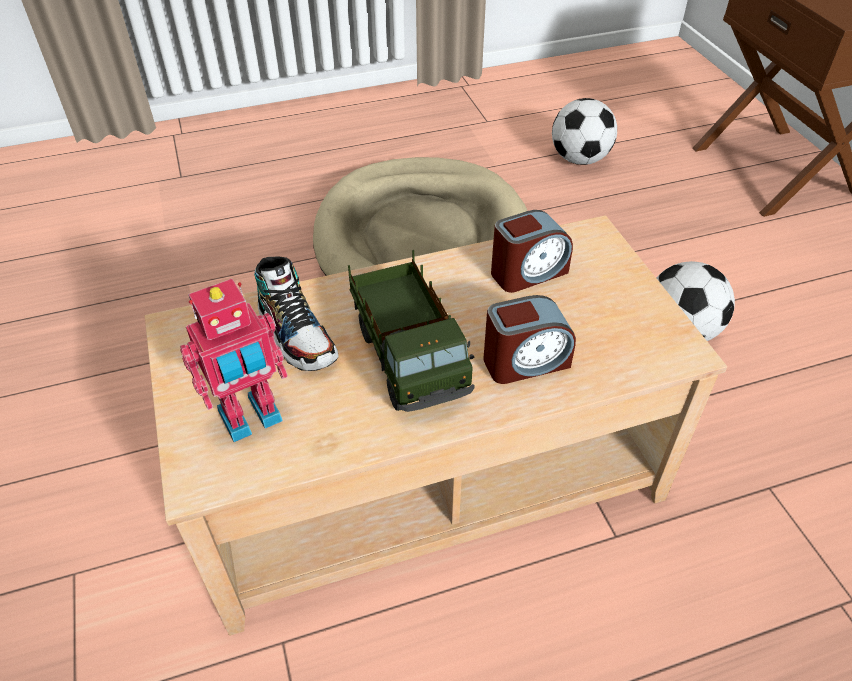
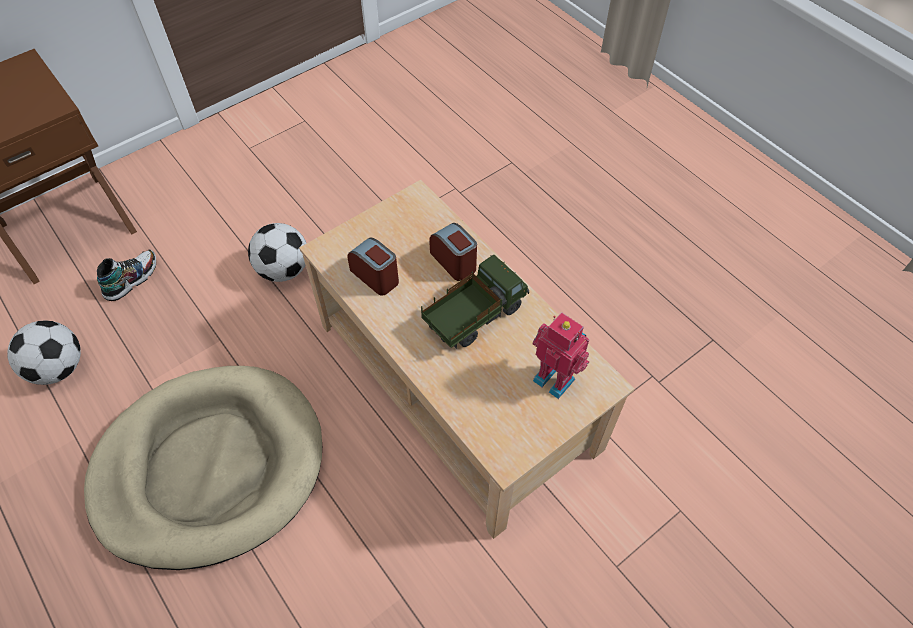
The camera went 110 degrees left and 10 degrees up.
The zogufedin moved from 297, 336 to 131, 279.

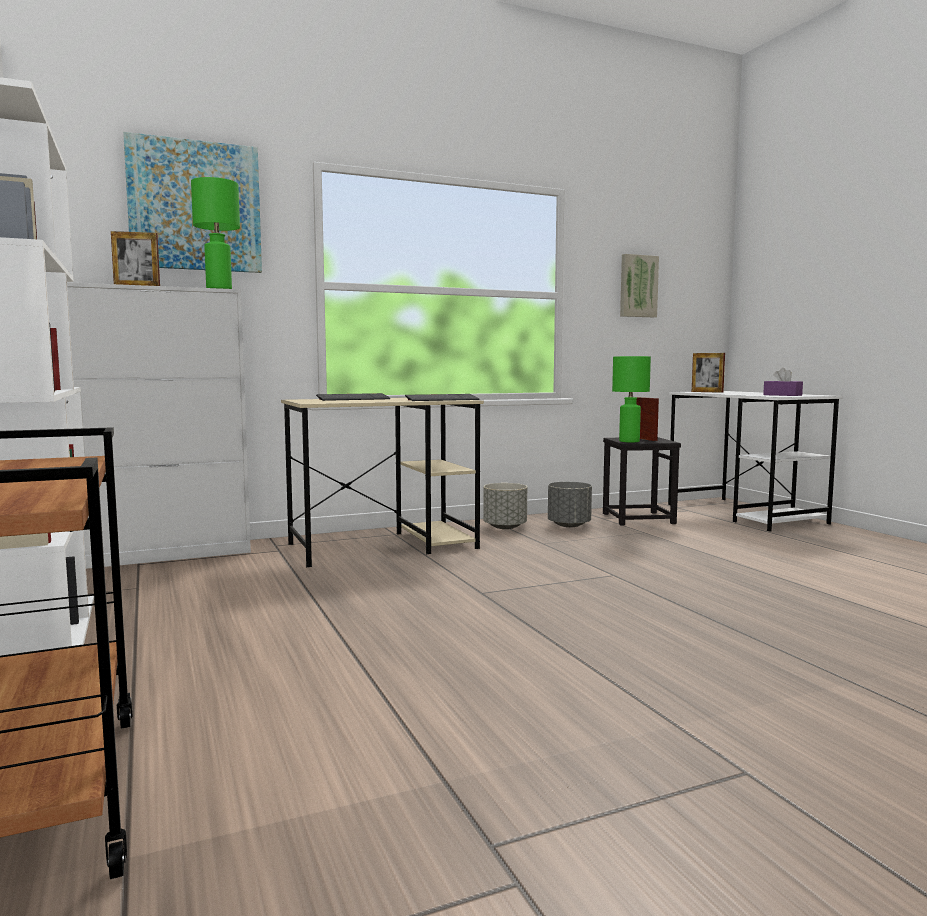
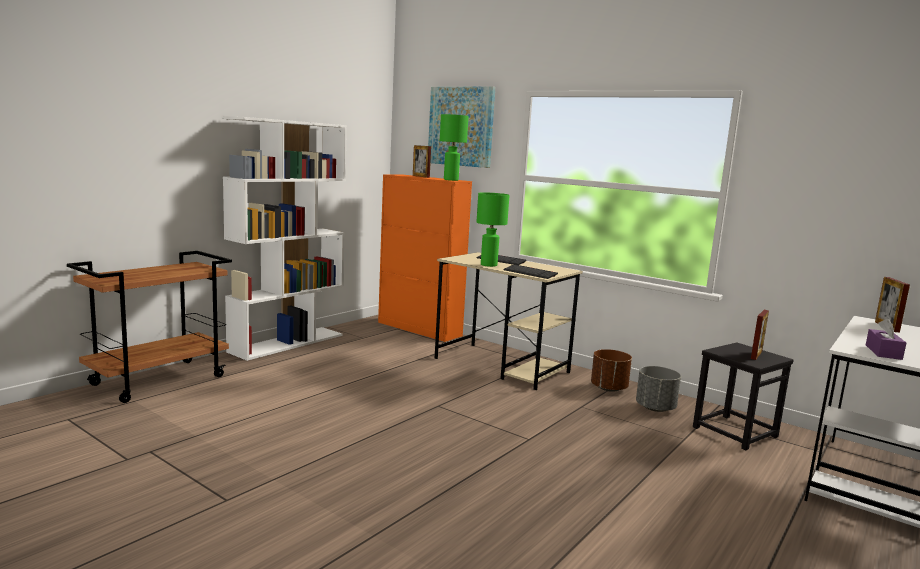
The camera went 60 degrees right and 5 degrees up.
The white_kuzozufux at 169, 554 became the orange_kuzozufux at 419, 329.
The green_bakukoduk moved from 629, 441 to 489, 265.
The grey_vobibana at 505, 527 became the brown_vobibana at 609, 388.
The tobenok at 637, 286 disappeared.

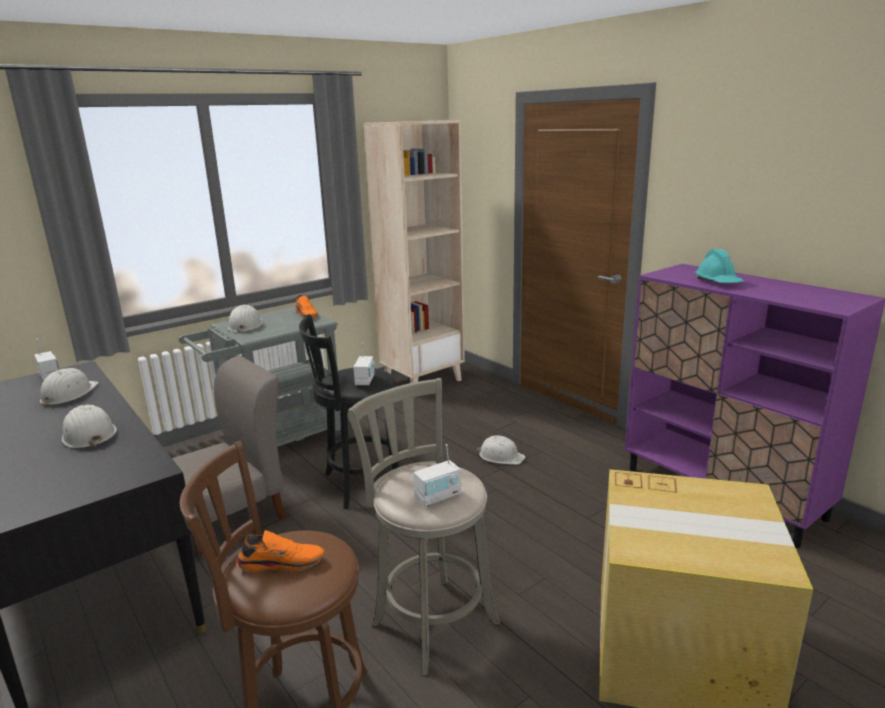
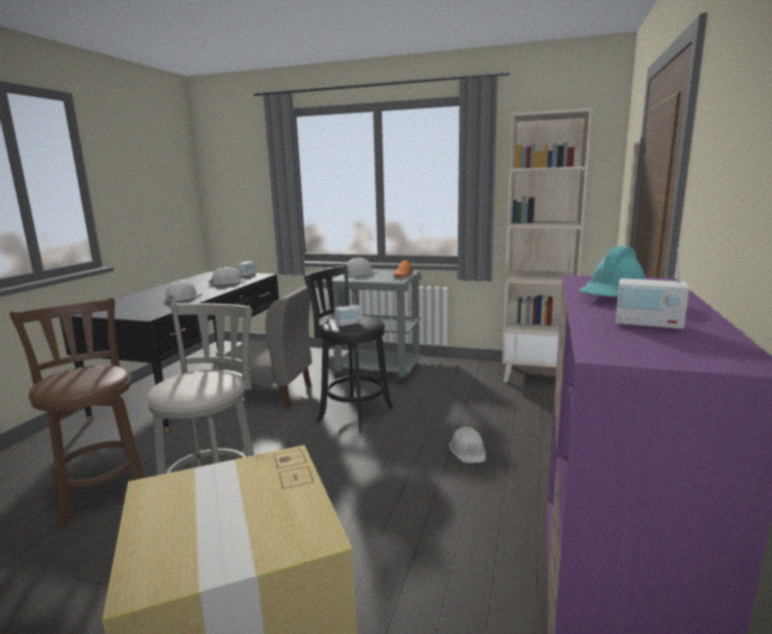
The camera went 55 degrees right and 5 degrees down.
The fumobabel moved from 438, 497 to 648, 325.
The orange_zogufedin at 282, 562 disappeared.

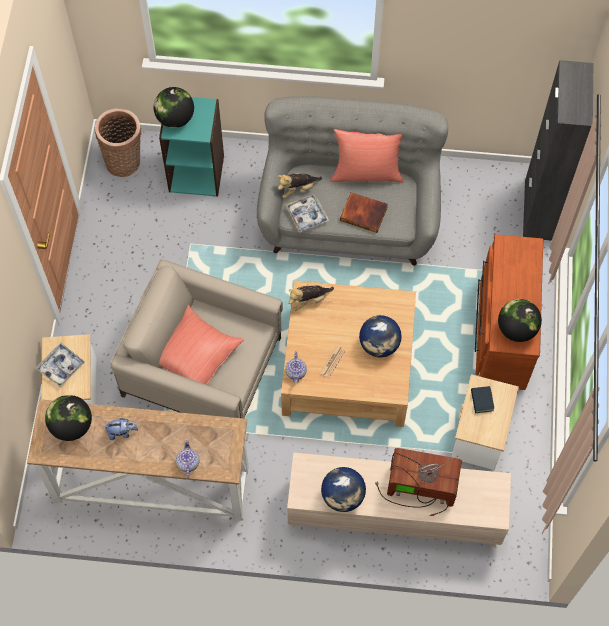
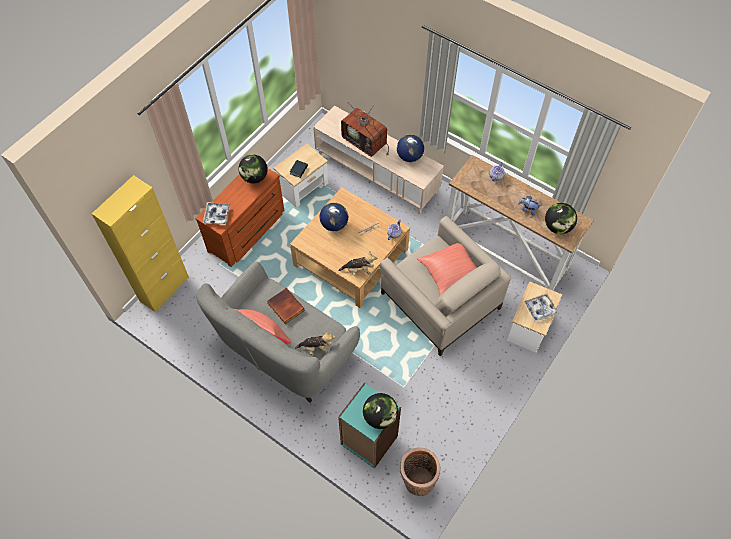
The camera went 150 degrees left and 5 degrees down.
The black_kuzozufux at 538, 210 became the yellow_kuzozufux at 164, 289.
The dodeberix moved from 307, 215 to 217, 215.

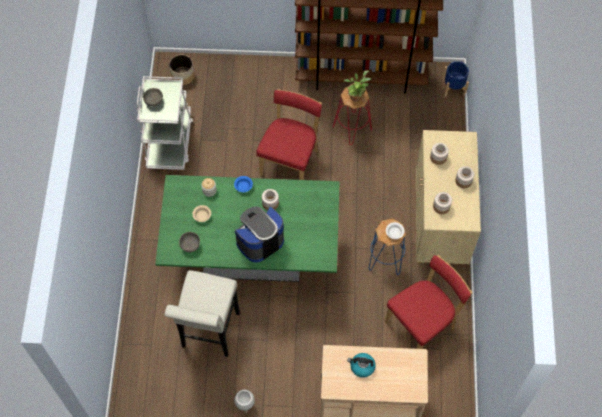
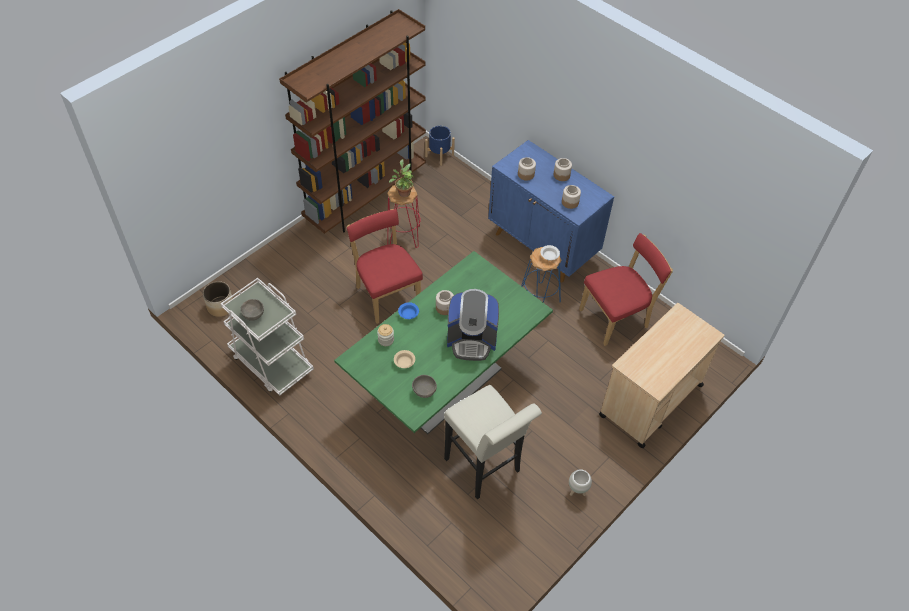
The camera went 50 degrees left and 10 degrees down.
The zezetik at 259, 241 turned 90 degrees counterclockwise.
The beige_kuzozufux at 439, 224 became the blue_kuzozufux at 543, 246.
The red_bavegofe at 422, 324 turned 60 degrees clockwise.
The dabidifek at 362, 367 disappeared.

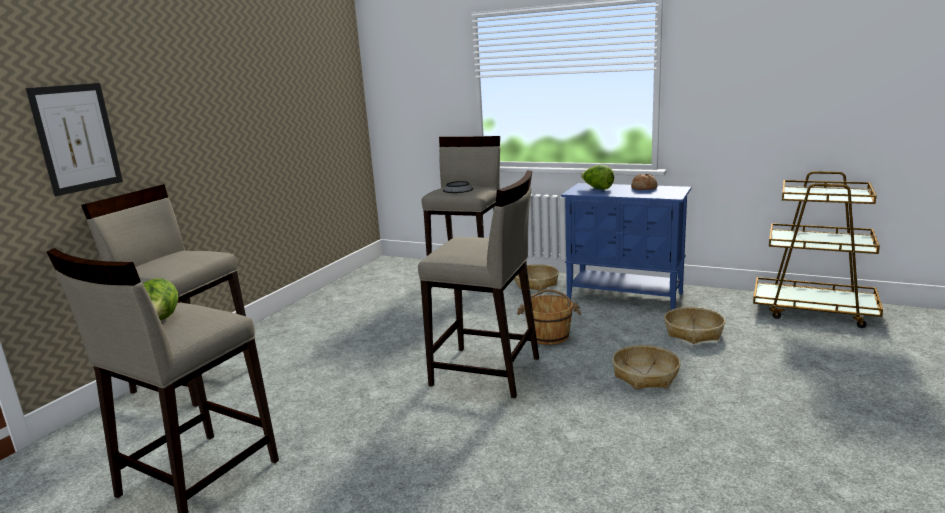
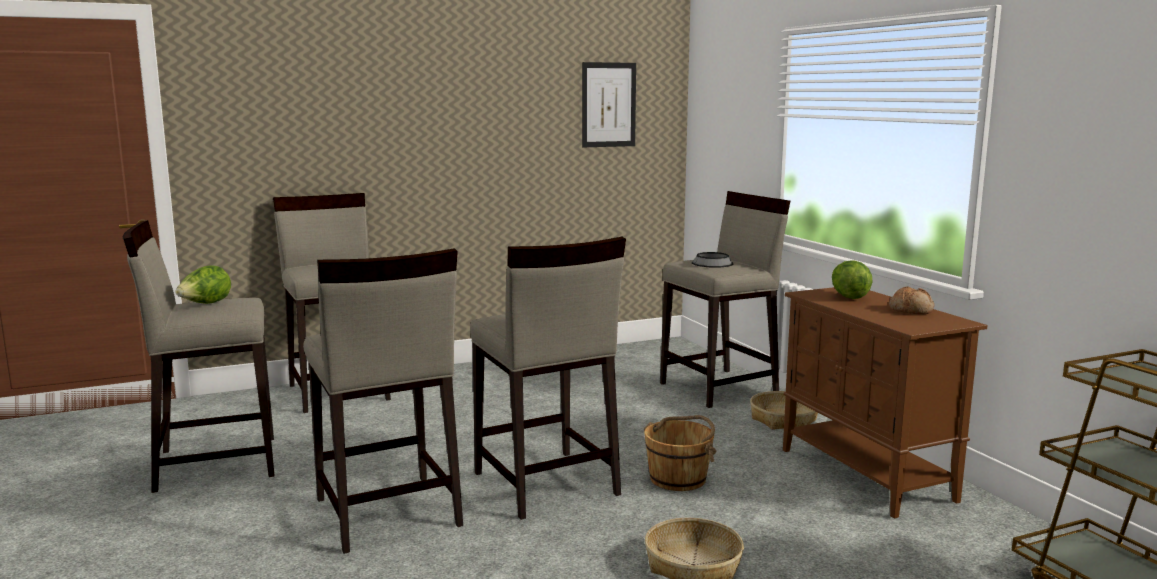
The camera went 40 degrees right and 5 degrees down.
The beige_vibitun at 387, 513 appeared.
The tobenok moved from 77, 138 to 608, 105.
The blue_kuzozufux at 625, 296 became the brown_kuzozufux at 867, 475.
The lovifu at 693, 332 disappeared.

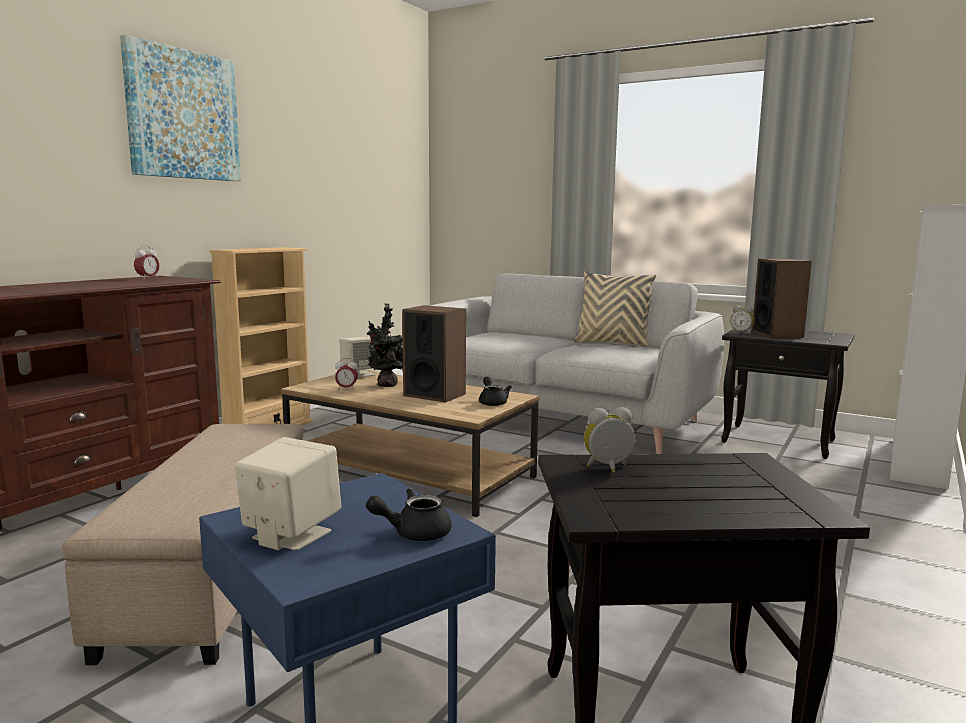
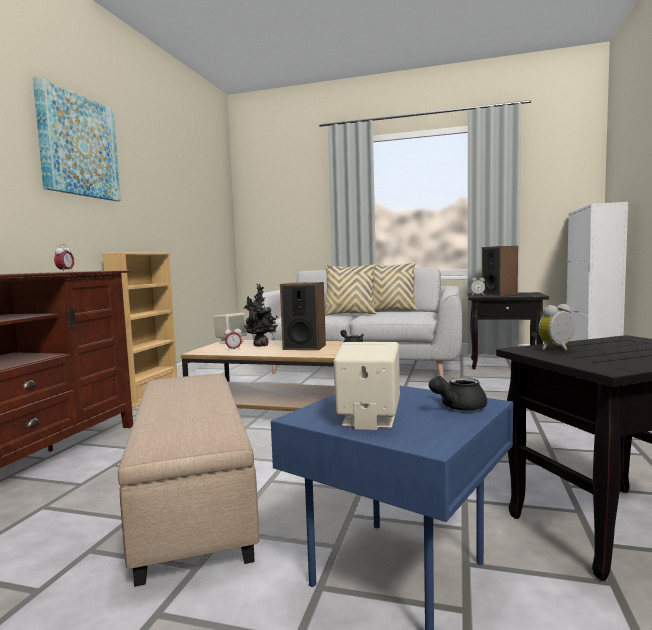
The camera went 15 degrees left and 5 degrees down.
The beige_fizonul at 350, 314 appeared.

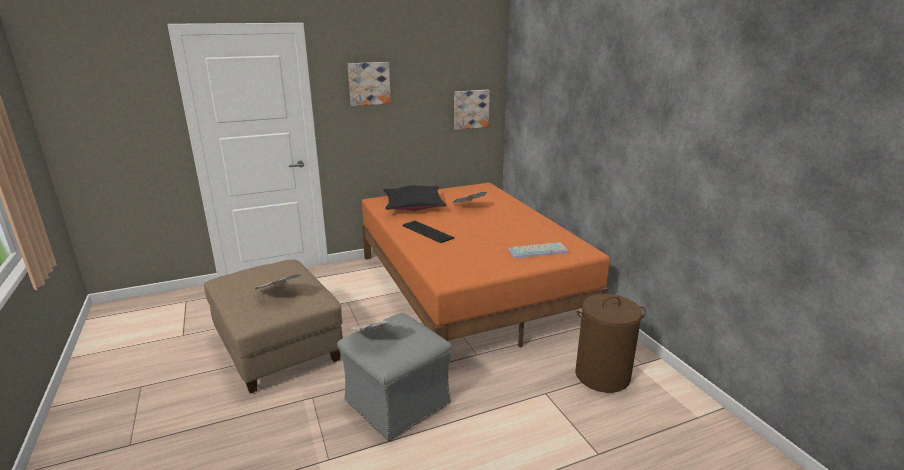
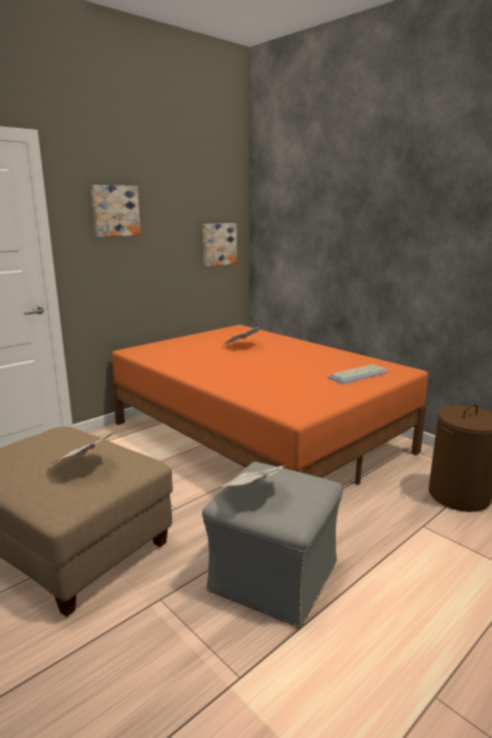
The camera went 20 degrees left and 5 degrees down.
The black_fizonul at 413, 205 disappeared.
The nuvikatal at 428, 231 disappeared.

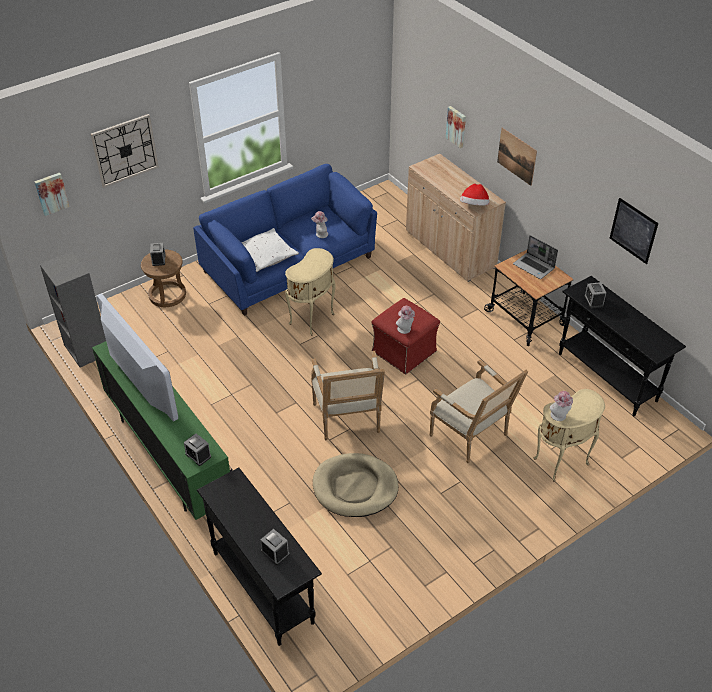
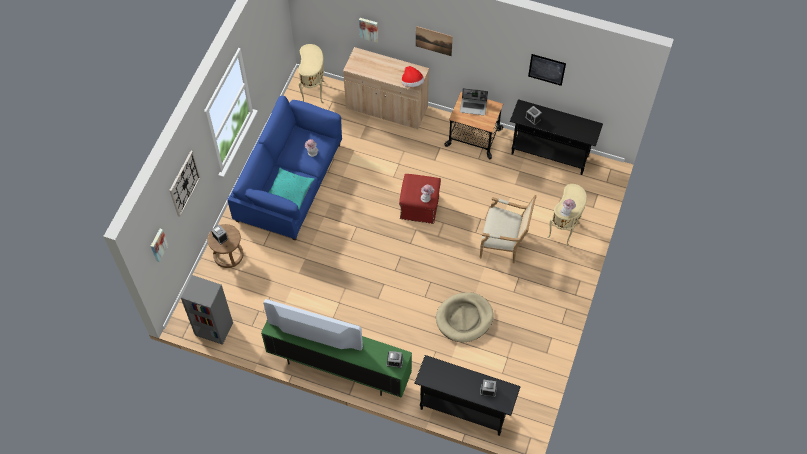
The camera went 35 degrees left and 15 degrees up.
The white_fizonul at 265, 255 became the turquoise_fizonul at 289, 191.
The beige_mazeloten moved from 313, 319 to 314, 91.
The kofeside at 348, 421 disappeared.

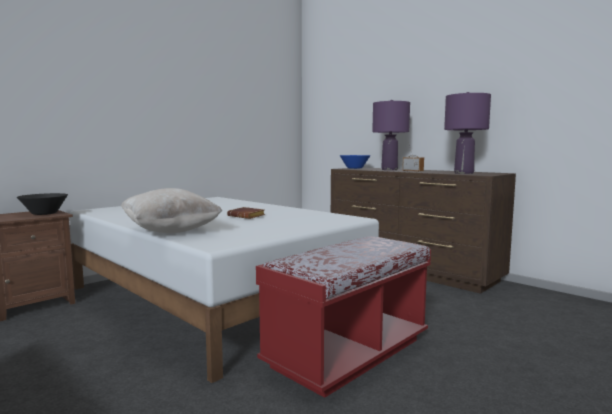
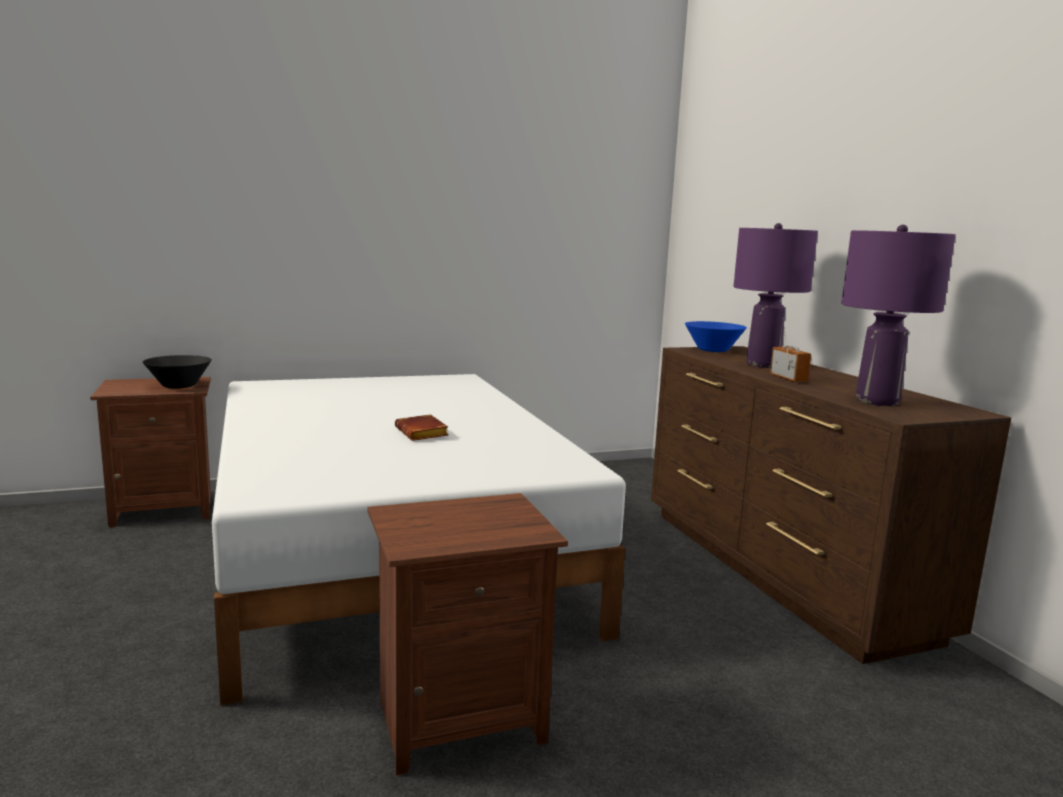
The camera went 25 degrees right and 5 degrees up.
The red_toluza at 348, 353 was replaced by the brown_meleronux at 458, 719.
The beige_fizonul at 170, 231 disappeared.

